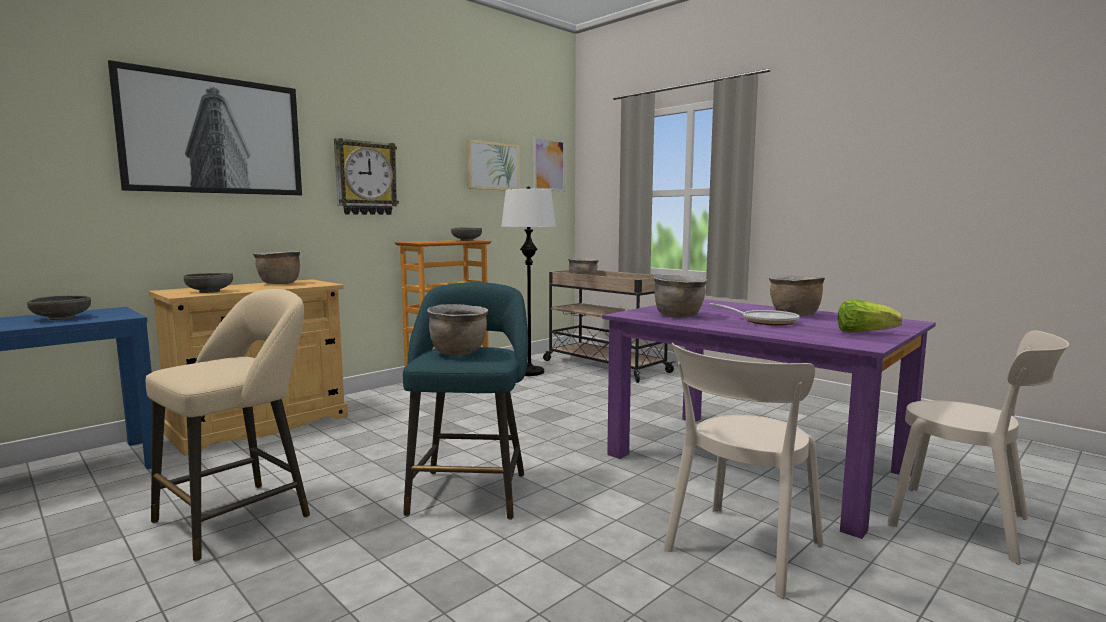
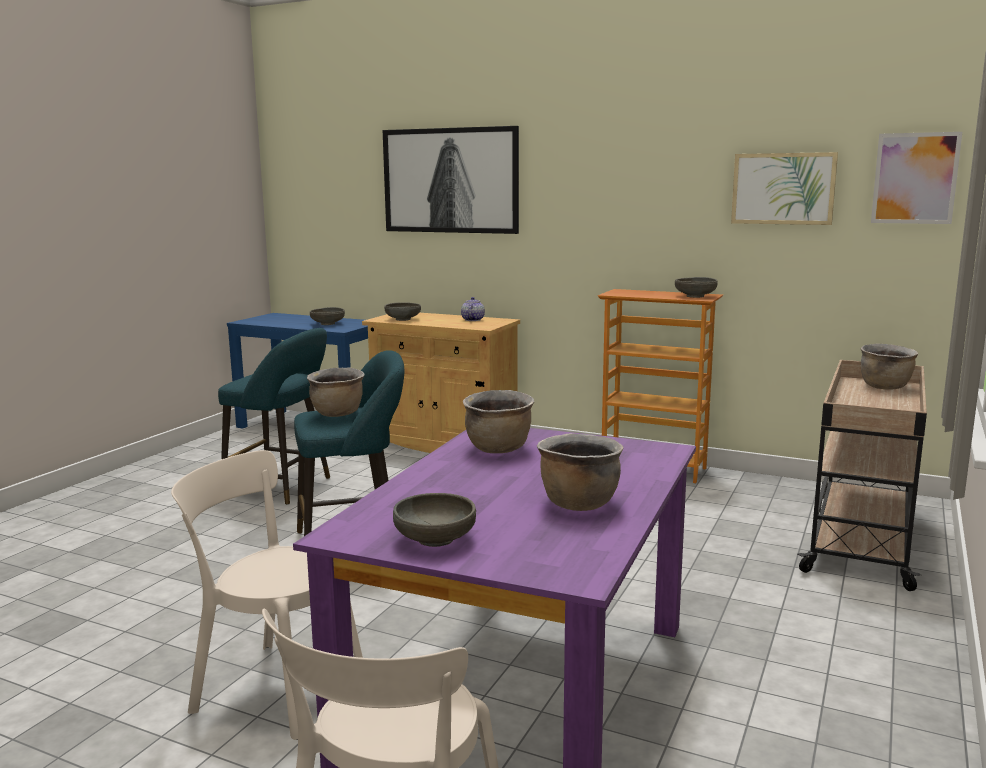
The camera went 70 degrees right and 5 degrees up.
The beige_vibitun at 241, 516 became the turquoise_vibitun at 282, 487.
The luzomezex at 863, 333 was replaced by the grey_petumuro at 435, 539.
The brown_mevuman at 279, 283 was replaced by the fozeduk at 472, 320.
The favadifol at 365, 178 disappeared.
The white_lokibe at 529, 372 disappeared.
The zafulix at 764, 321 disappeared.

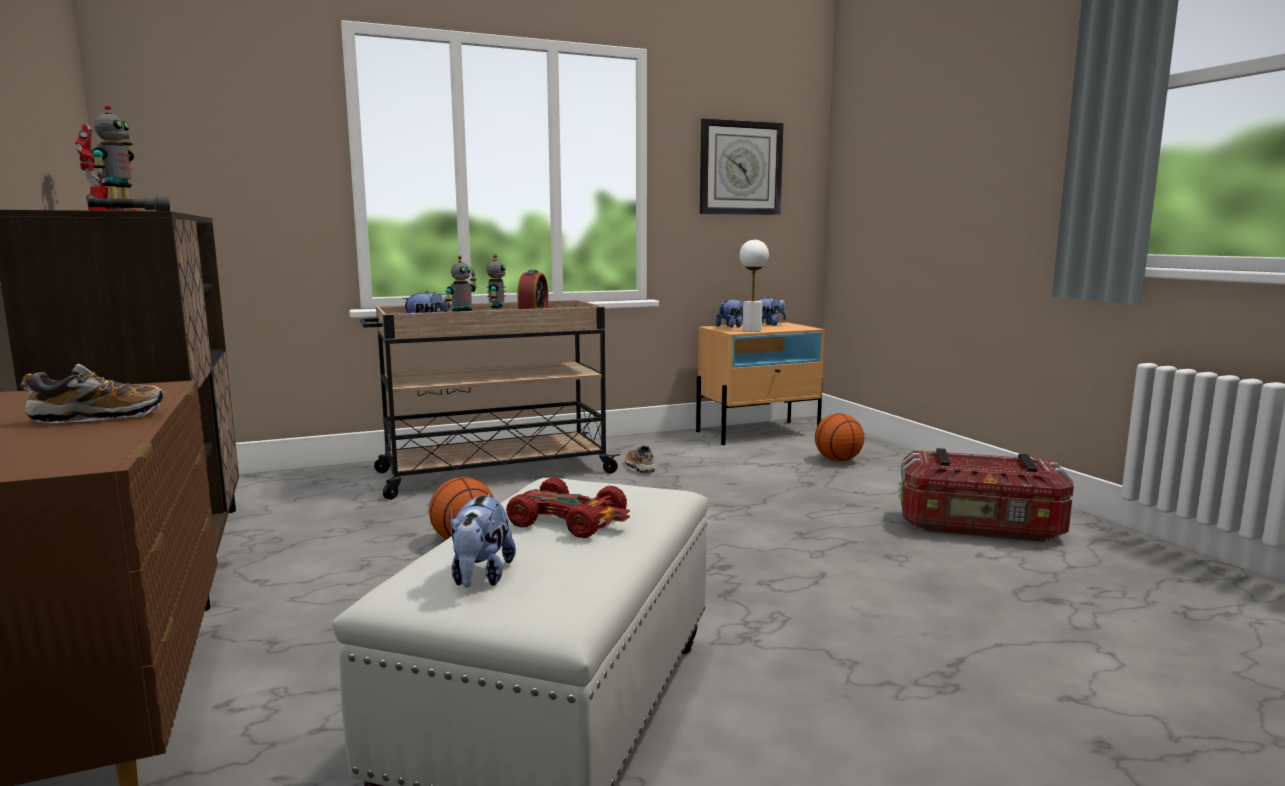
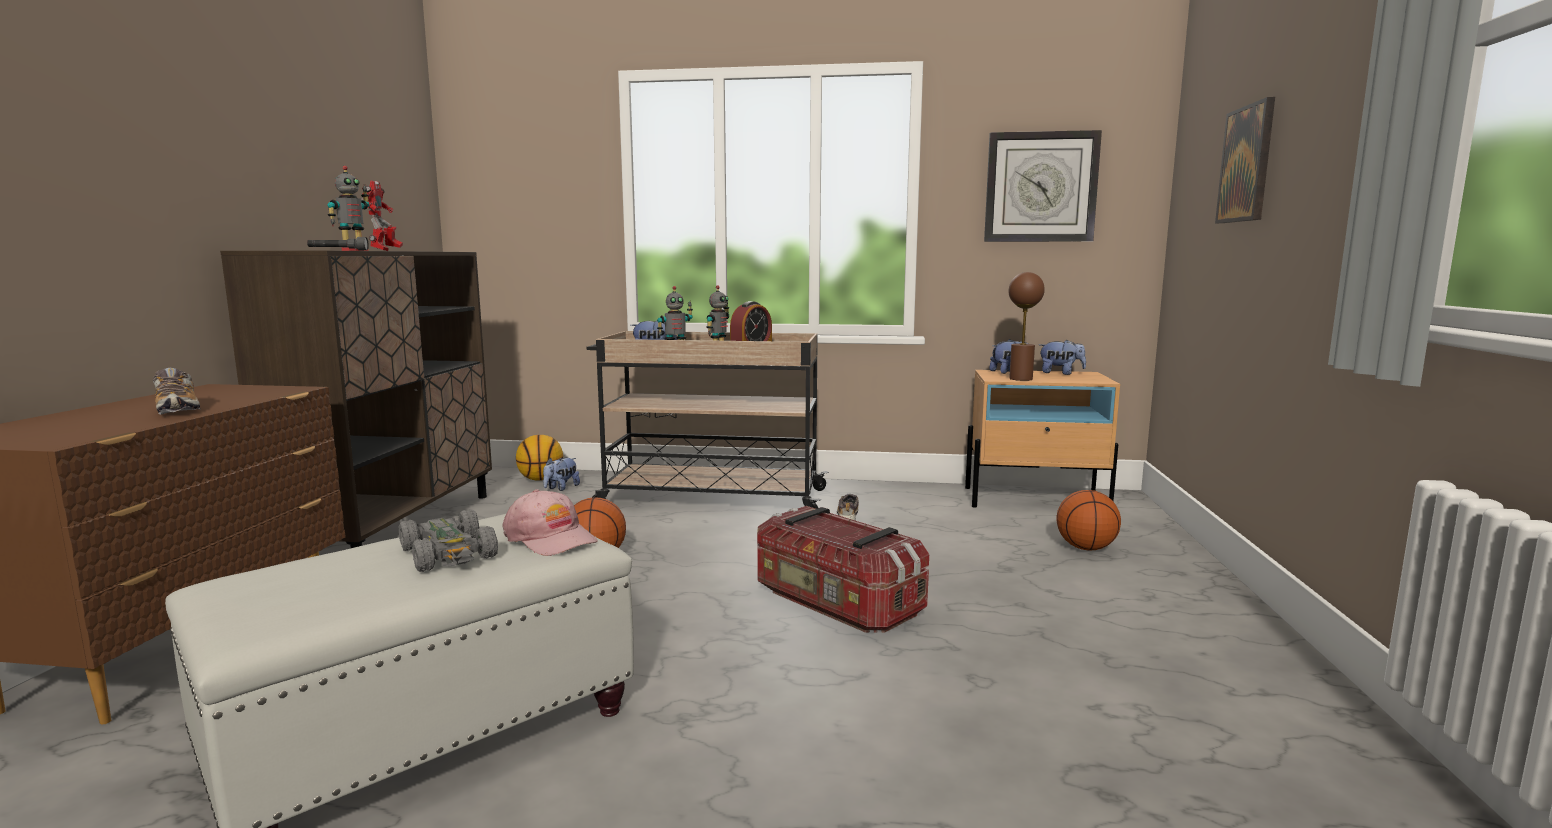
The camera went 30 degrees right and 0 degrees up.
The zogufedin at 98, 418 turned 45 degrees clockwise.
The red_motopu at 570, 521 became the grey_motopu at 449, 554.
The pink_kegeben at 551, 538 appeared.
The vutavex at 541, 479 appeared.
The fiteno moved from 480, 577 to 561, 488.
The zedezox moved from 979, 527 to 835, 603.
The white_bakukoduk at 752, 330 became the brown_bakukoduk at 1021, 379.
The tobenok at 1246, 164 appeared.

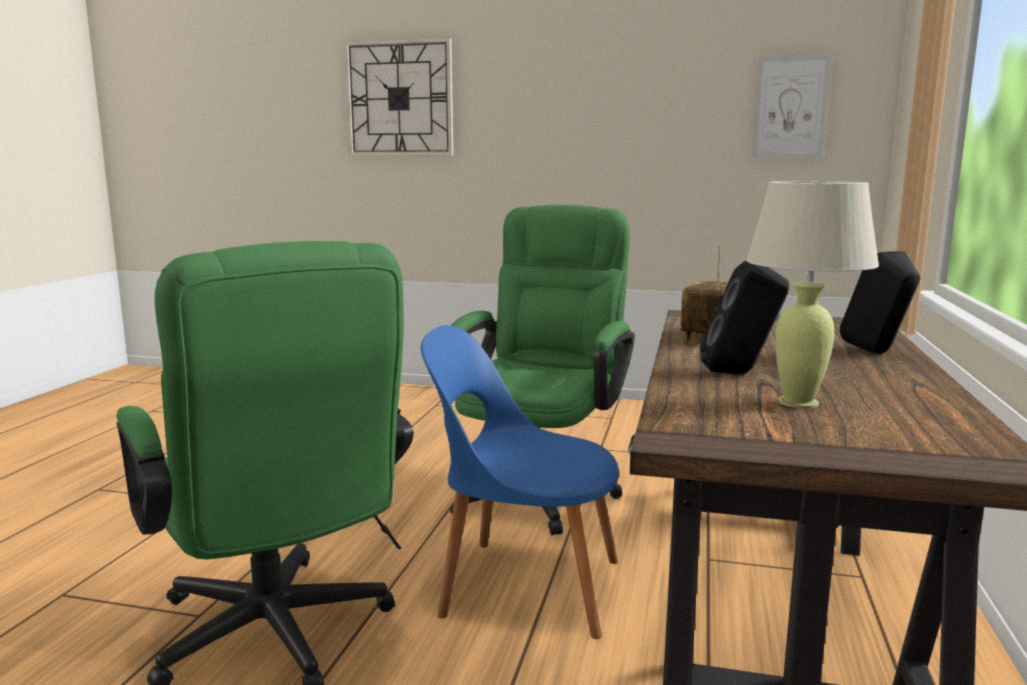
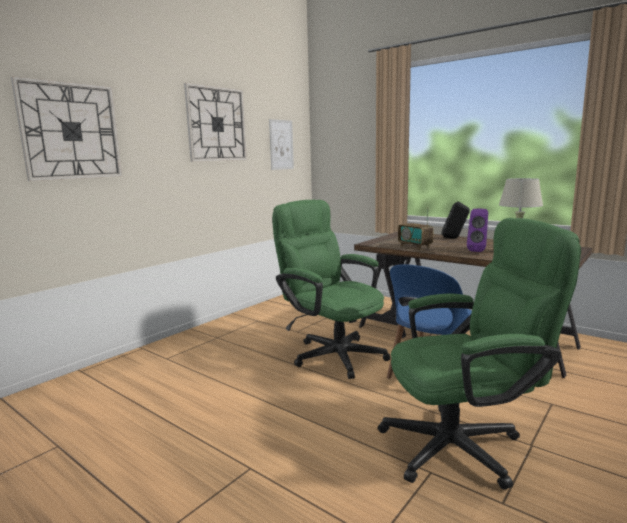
The camera went 65 degrees left and 0 degrees up.
The favadifol at 216, 124 appeared.
The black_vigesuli at 740, 373 became the purple_vigesuli at 477, 251.

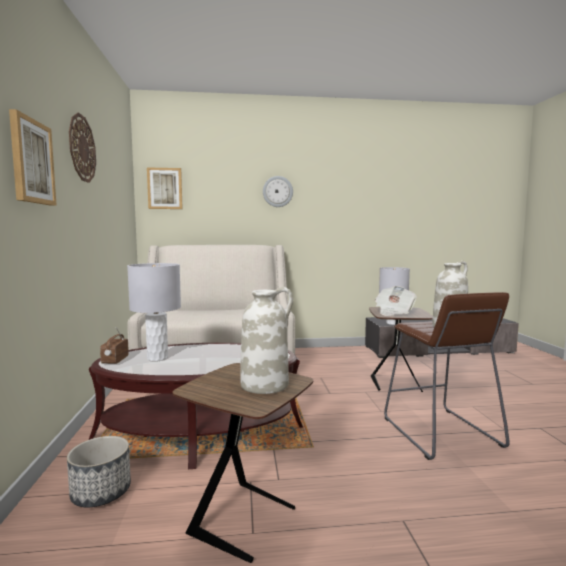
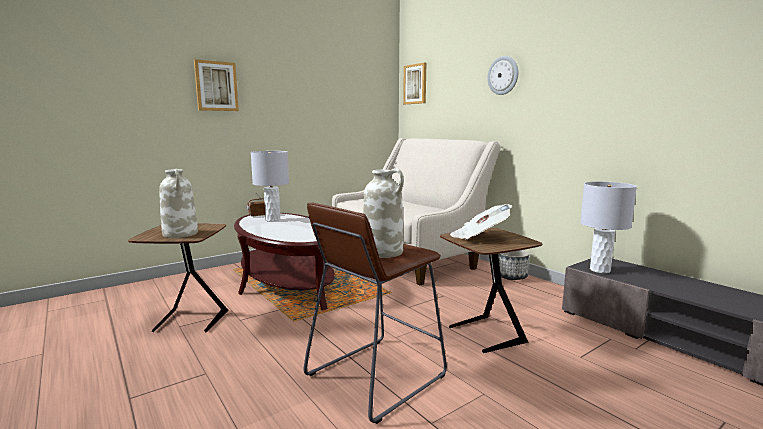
The camera went 60 degrees right and 5 degrees up.
The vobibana moved from 101, 492 to 511, 276.
The favadifol at 82, 148 disappeared.

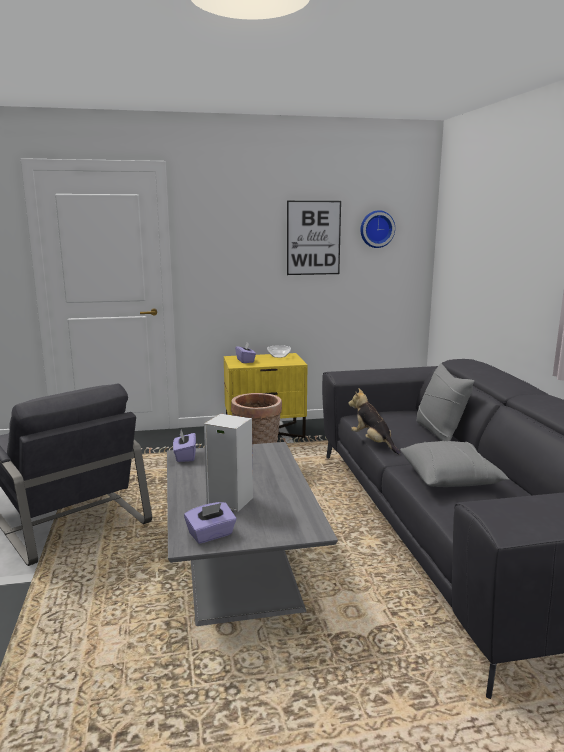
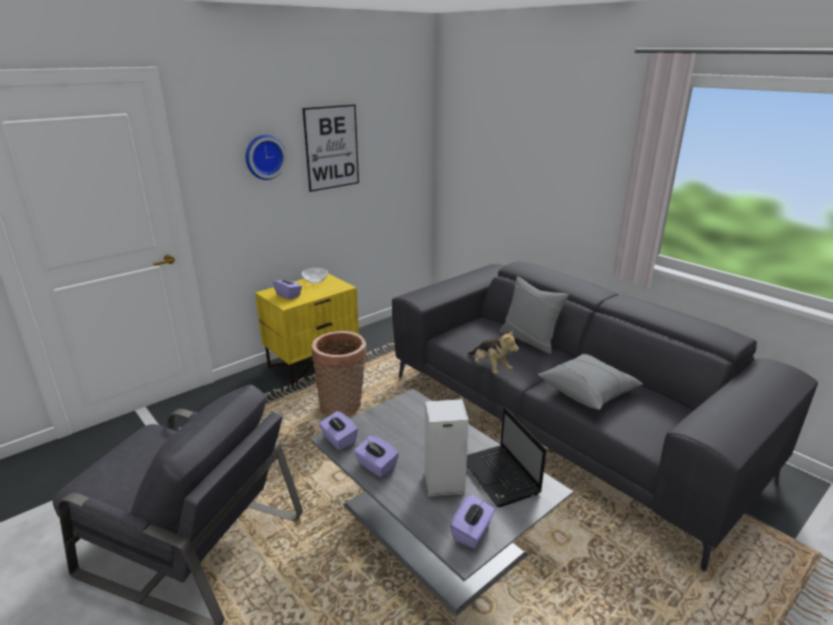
The camera went 30 degrees left and 10 degrees up.
The favadifol moved from 376, 229 to 264, 157.
The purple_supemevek at 376, 466 appeared.
The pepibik at 501, 477 appeared.
The fiteno at 373, 443 turned 150 degrees counterclockwise.

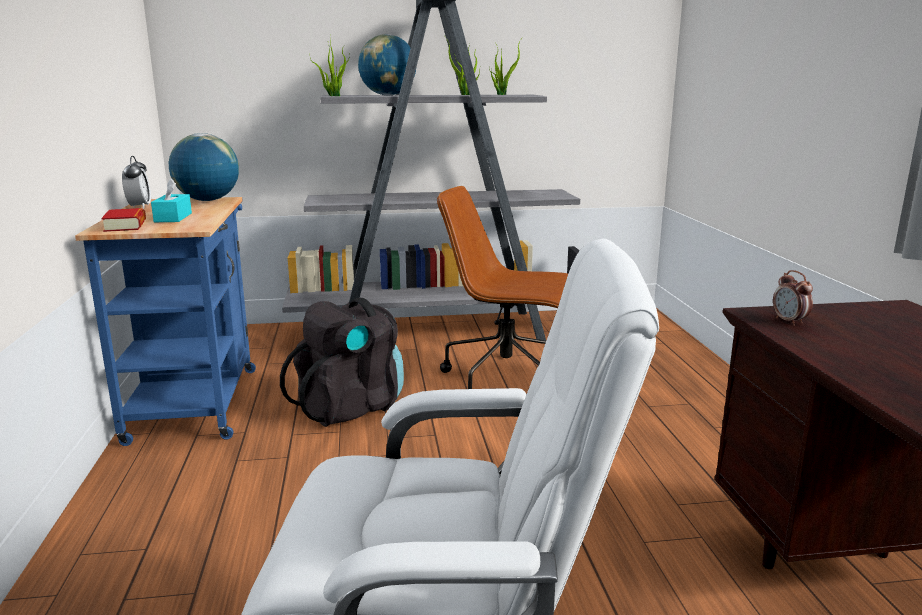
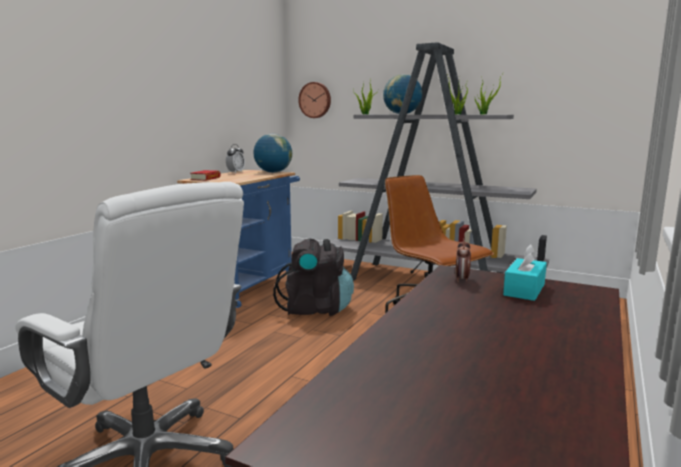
The camera went 35 degrees right and 5 degrees down.
The favadifol at 315, 100 appeared.
The turquoise_supemevek moved from 173, 217 to 524, 290.

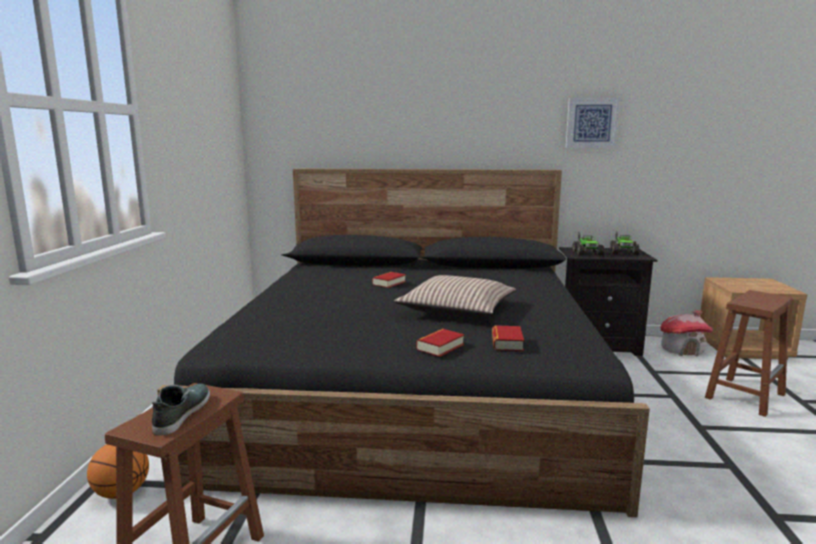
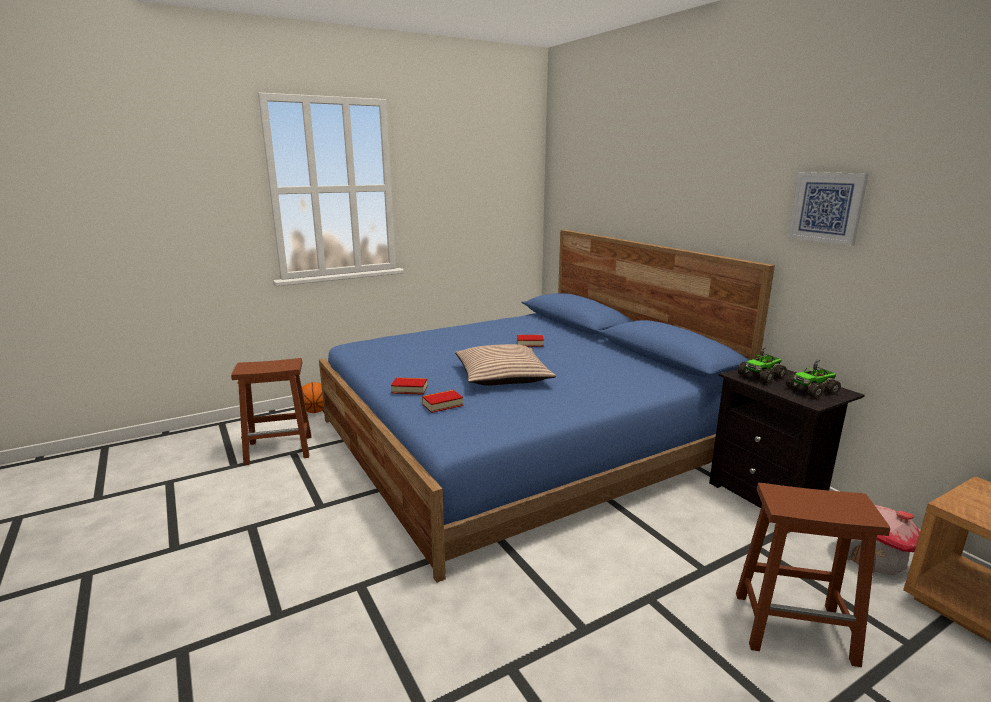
The camera went 55 degrees right and 5 degrees up.
The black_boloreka at 414, 390 became the blue_boloreka at 519, 440.
The zogufedin at 181, 413 disappeared.

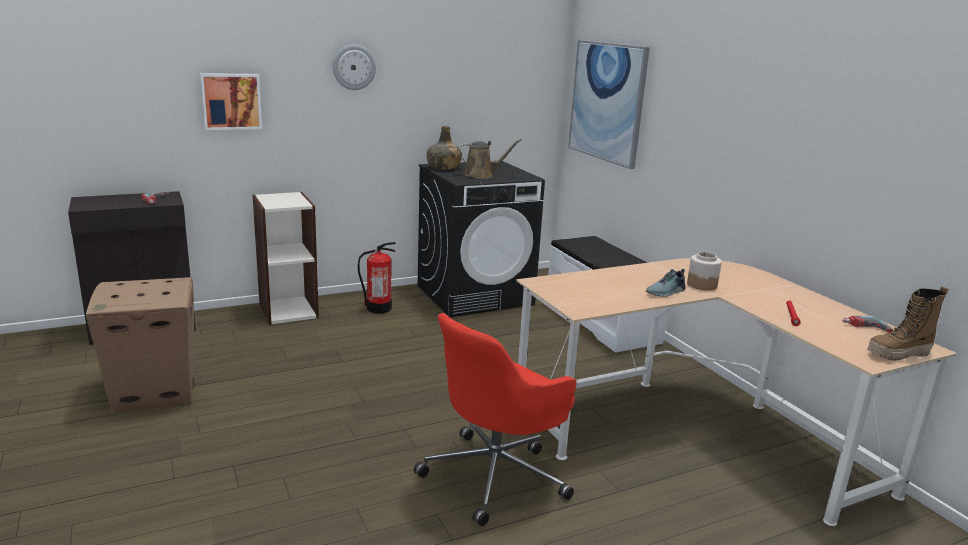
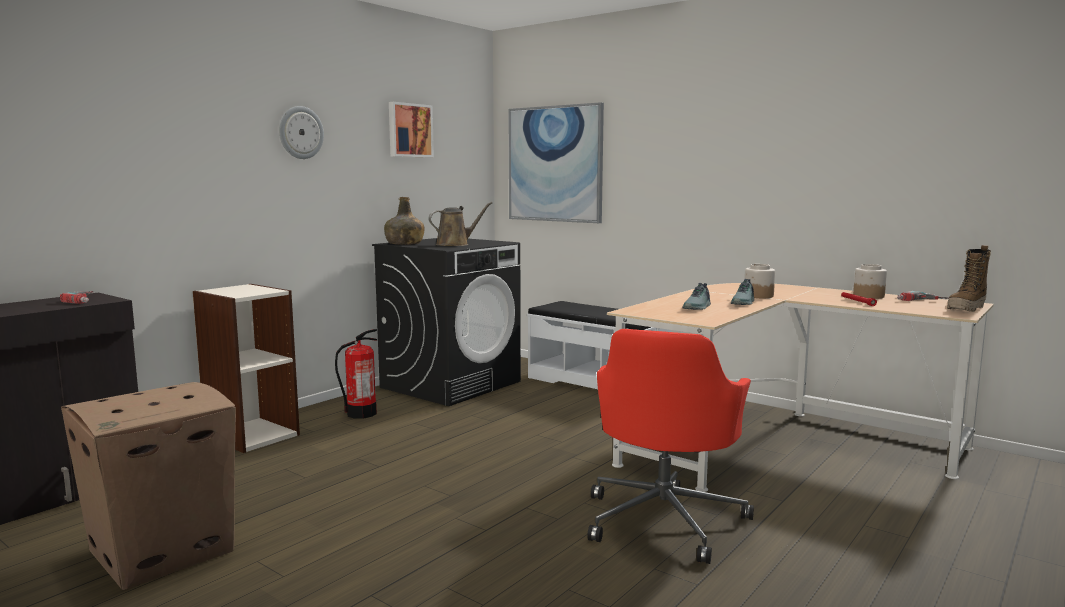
The camera went 25 degrees left and 10 degrees down.
The tobenok moved from 231, 101 to 409, 130.
The zogufedin at 698, 307 appeared.
The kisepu at 868, 296 appeared.

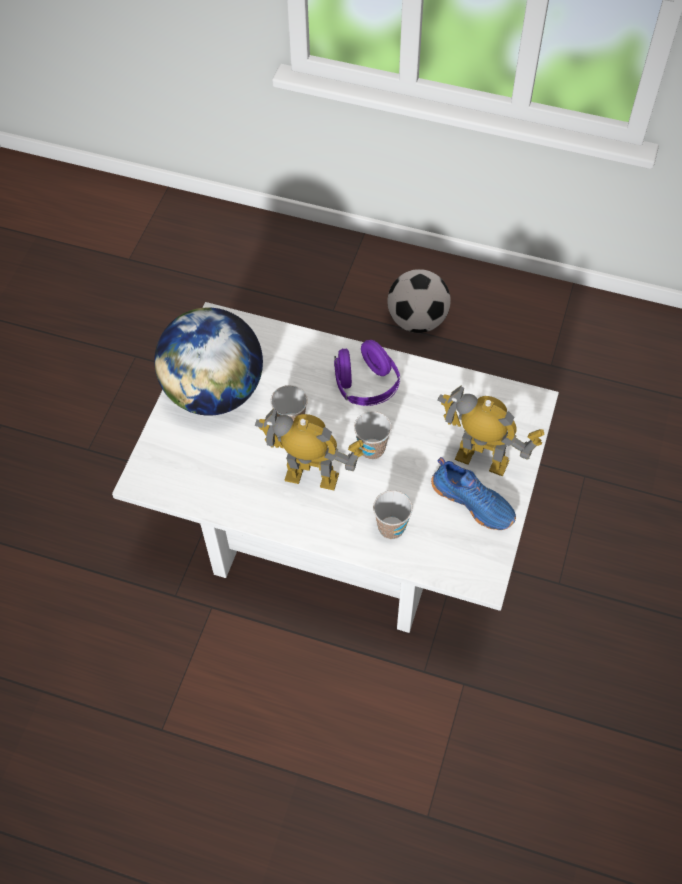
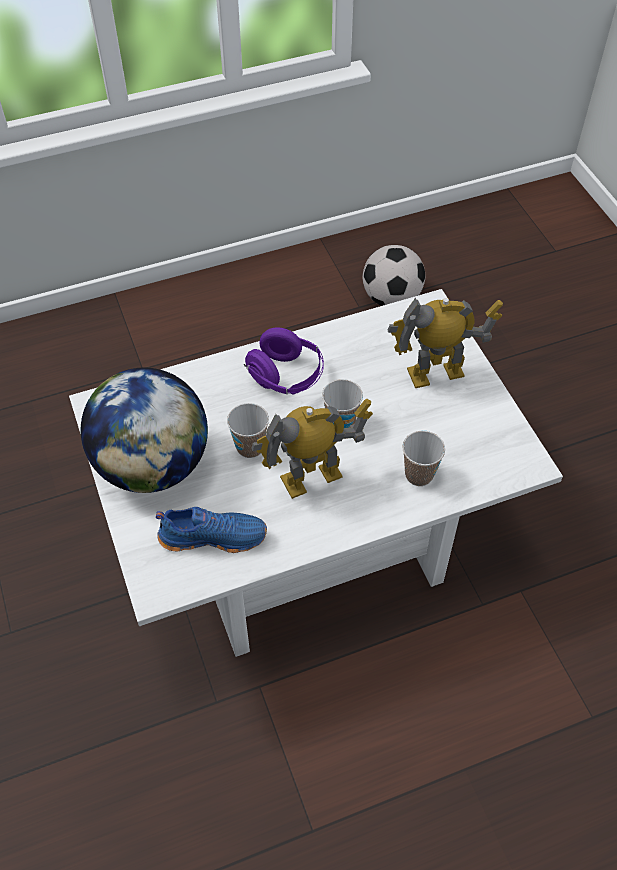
The camera went 40 degrees left and 5 degrees down.
The blue_zogufedin moved from 474, 501 to 213, 535.
The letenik moved from 417, 320 to 391, 298.

